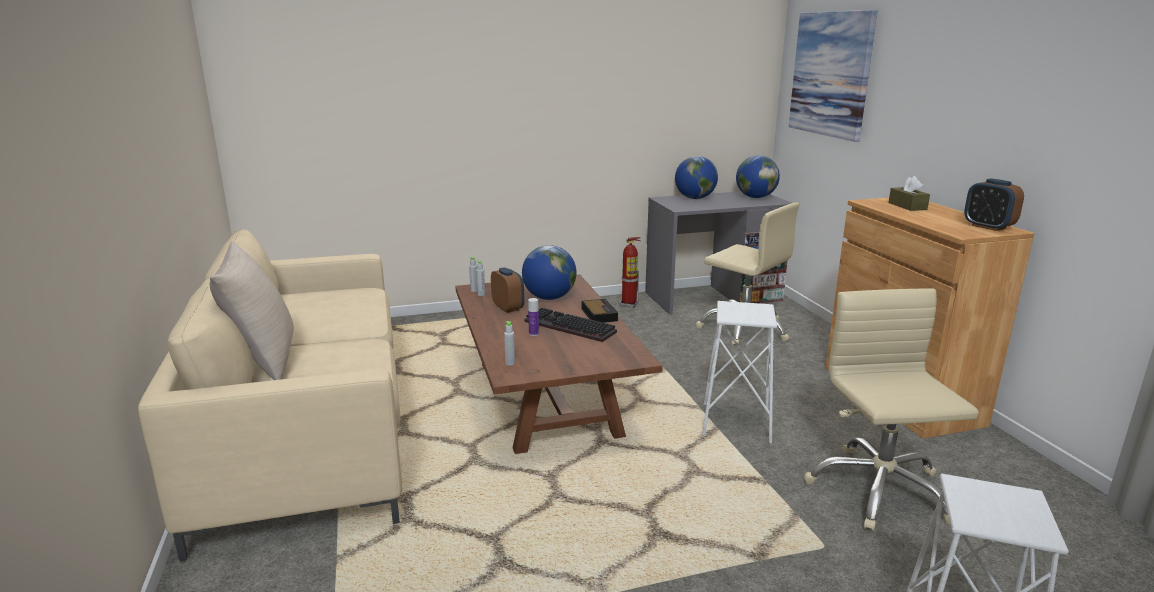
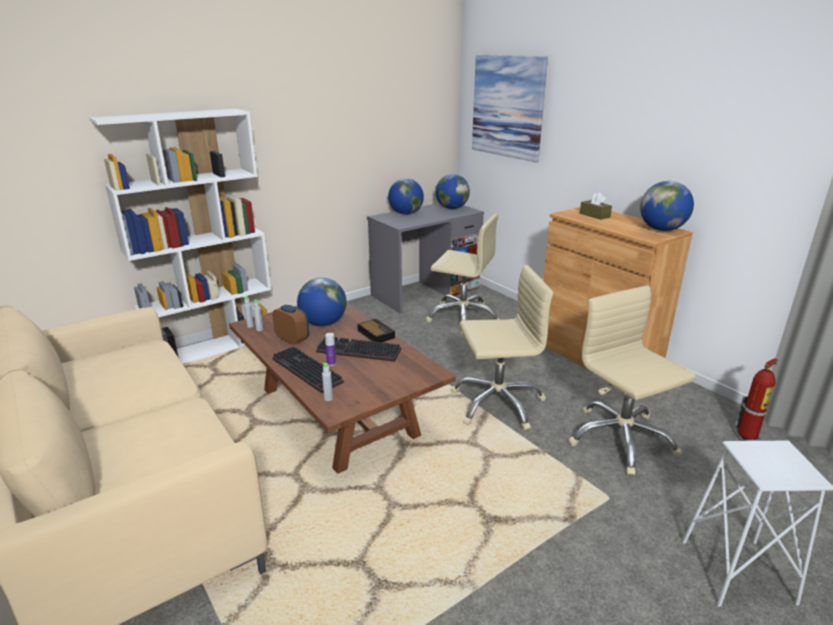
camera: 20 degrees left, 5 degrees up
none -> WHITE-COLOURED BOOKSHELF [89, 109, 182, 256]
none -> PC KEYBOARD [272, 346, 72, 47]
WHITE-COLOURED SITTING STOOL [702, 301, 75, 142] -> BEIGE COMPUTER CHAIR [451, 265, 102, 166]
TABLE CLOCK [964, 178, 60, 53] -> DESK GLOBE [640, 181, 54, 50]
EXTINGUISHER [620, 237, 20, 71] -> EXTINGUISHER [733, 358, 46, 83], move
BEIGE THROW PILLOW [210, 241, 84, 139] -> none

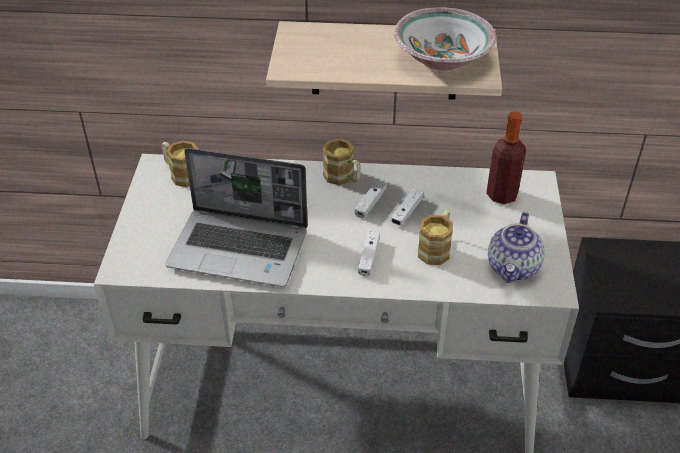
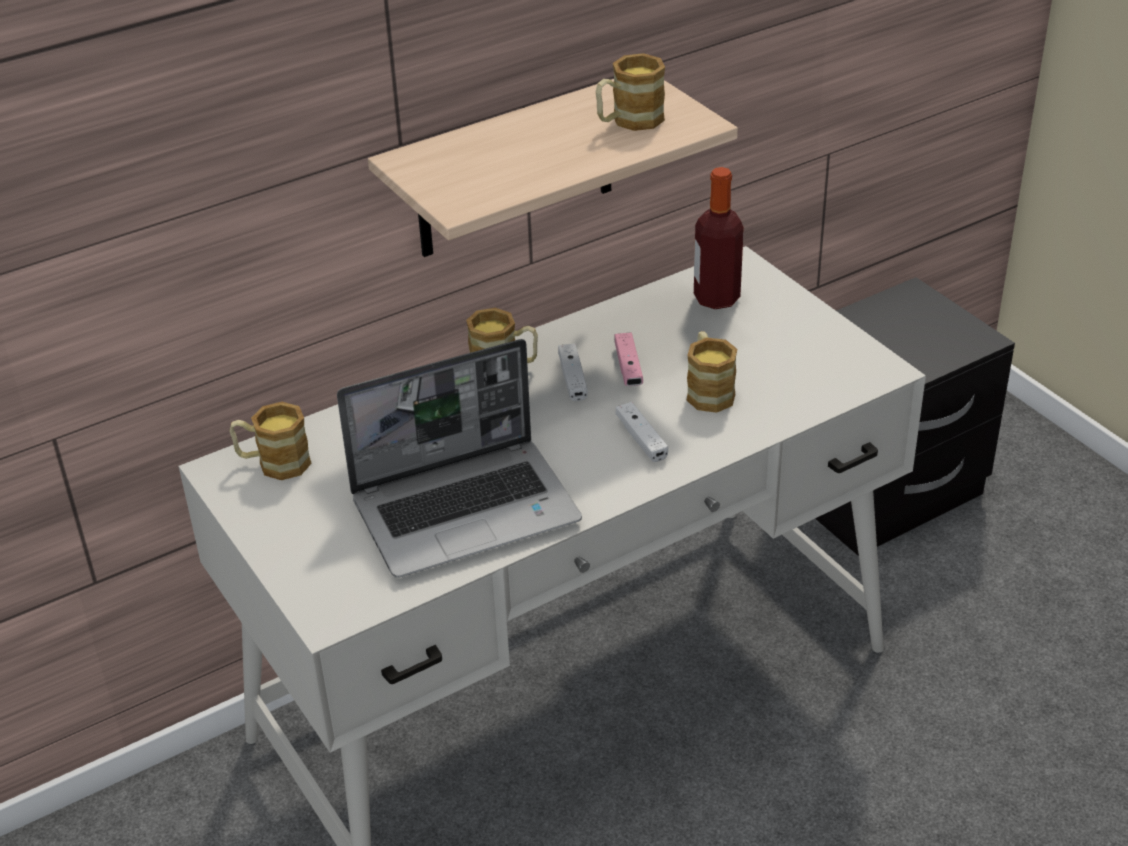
camera: 35 degrees left, 5 degrees down
SERVING BOWL [394, 7, 103, 63] -> MUG [595, 53, 70, 78]
WHITE-COLOURED GAME CONTROLLER [391, 189, 33, 37] -> PINK-COLOURED GAME CONTROLLER [614, 333, 29, 53]
POT FOR TEA [488, 212, 57, 71] -> none

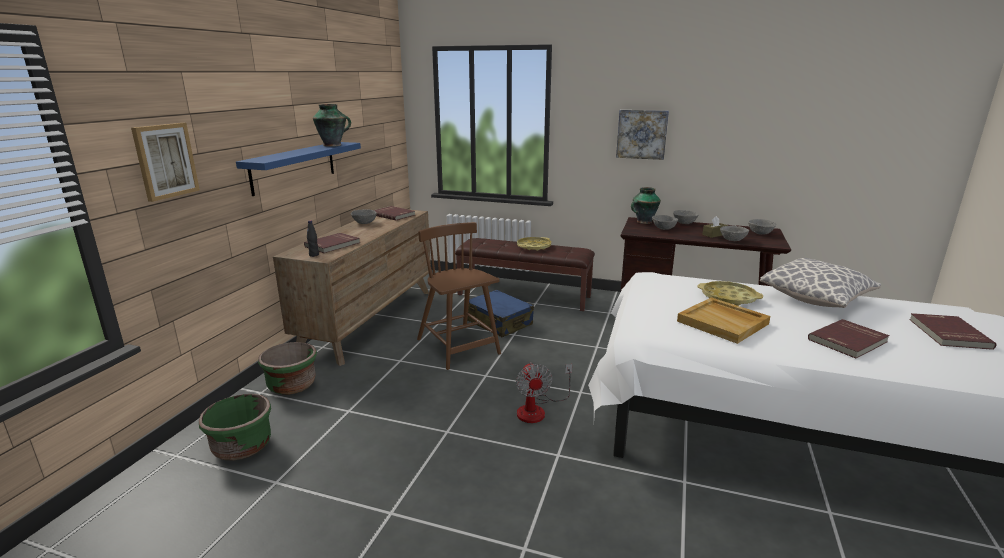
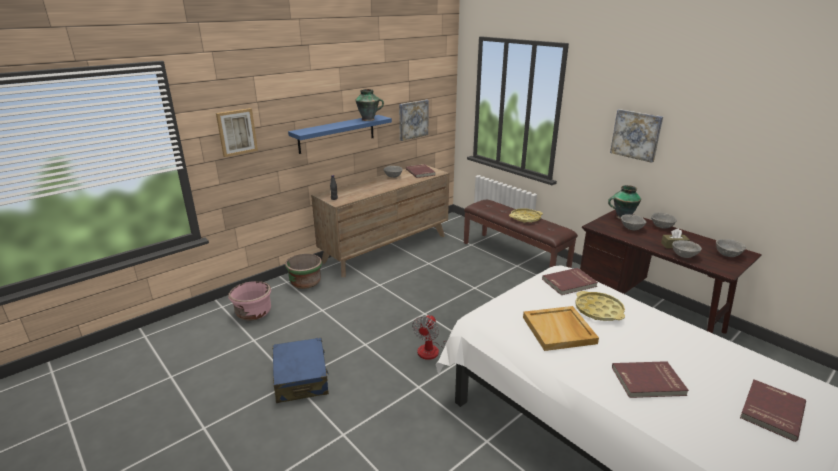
camera: 30 degrees right, 5 degrees up
GREEN PLANT POT [199, 394, 72, 66] -> PINK-COLOURED PLANT POT [228, 281, 43, 39]
BLUE TRAVEL CASE [467, 290, 67, 47] -> BLUE TRAVEL CASE [272, 337, 57, 66], move
none -> WALL PICTURE [399, 100, 30, 41]
REDDISH BOOK [304, 233, 56, 20] -> REDDISH BOOK [542, 268, 56, 27], move
BROWN PLAIN CHAIR [417, 222, 84, 148] -> none
THROW PILLOW [760, 258, 121, 50] -> none

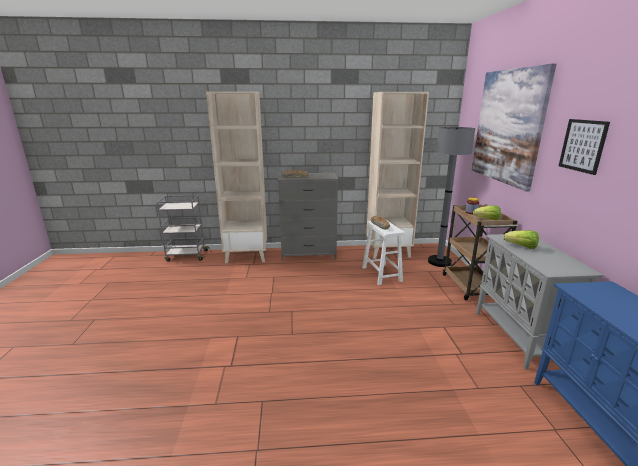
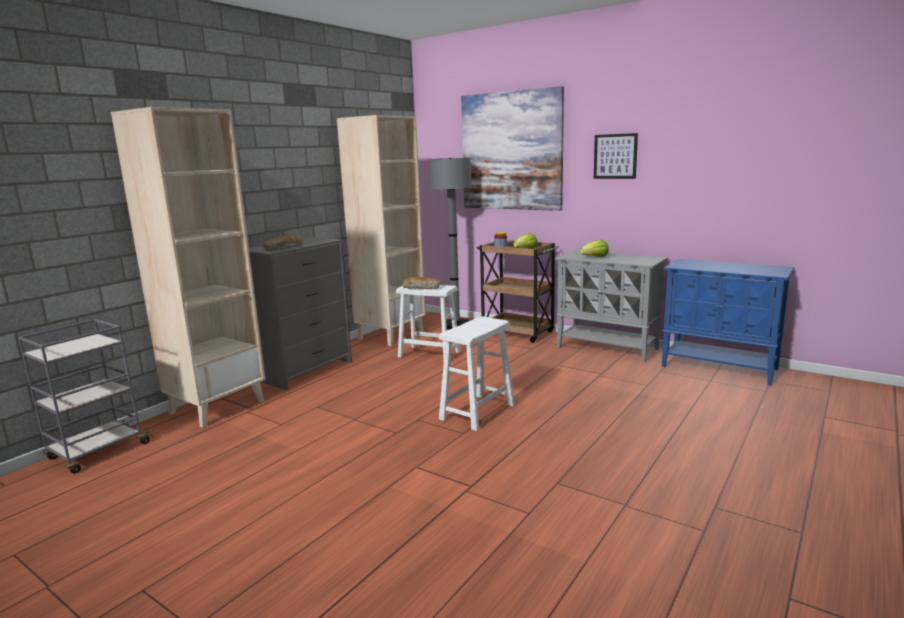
camera: 50 degrees left, 5 degrees down
none -> WHITE-COLOURED SITTING STOOL [439, 316, 76, 115]

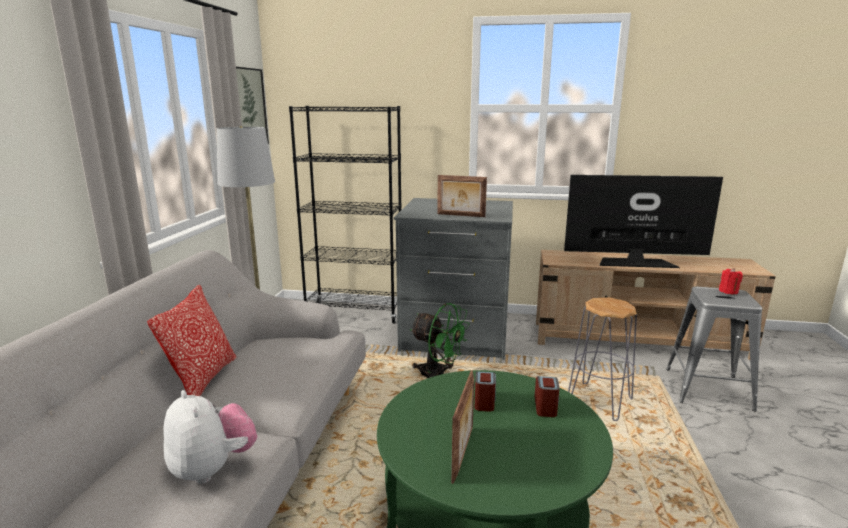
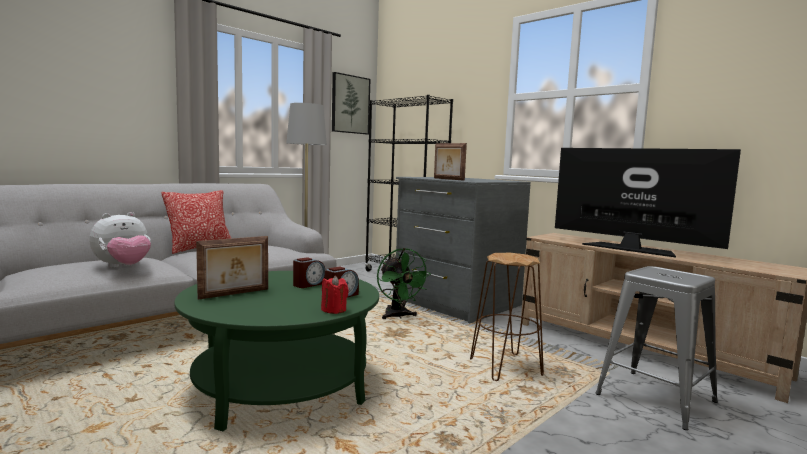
camera: 35 degrees right, 10 degrees down
SOFT TOY [163, 390, 94, 94] -> SOFT TOY [89, 212, 62, 56], 45 degrees clockwise
REDDISH CANDLE [719, 268, 24, 27] -> REDDISH CANDLE [321, 276, 28, 38], move
GREYISH SITTING STOOL [568, 297, 69, 124] -> BROWN SITTING STOOL [470, 253, 74, 128]

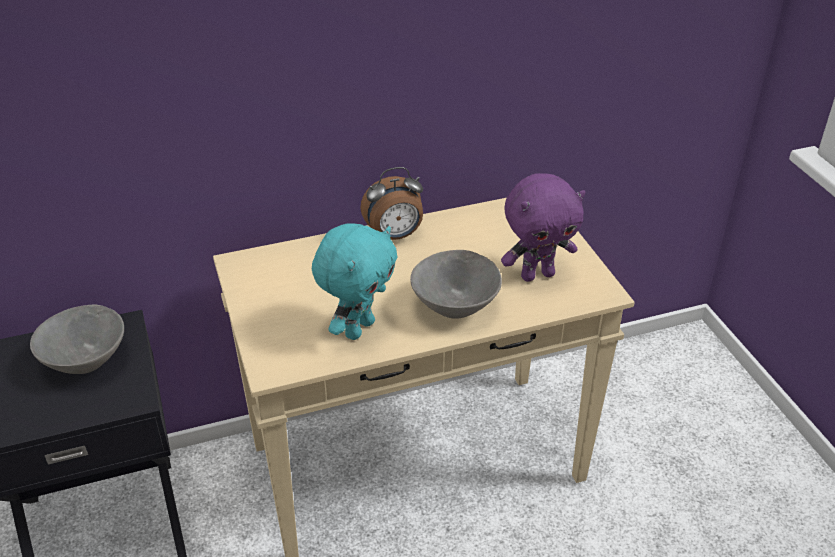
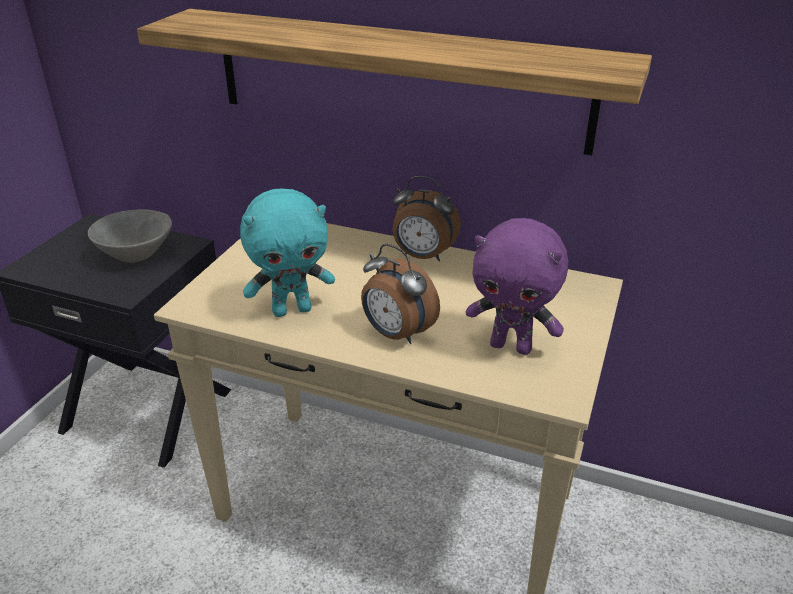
camera: 40 degrees right, 5 degrees down
none -> SHELF [137, 9, 515, 146]
GREYISH SERVING BOWL [410, 250, 92, 69] -> TABLE CLOCK [361, 244, 79, 100]

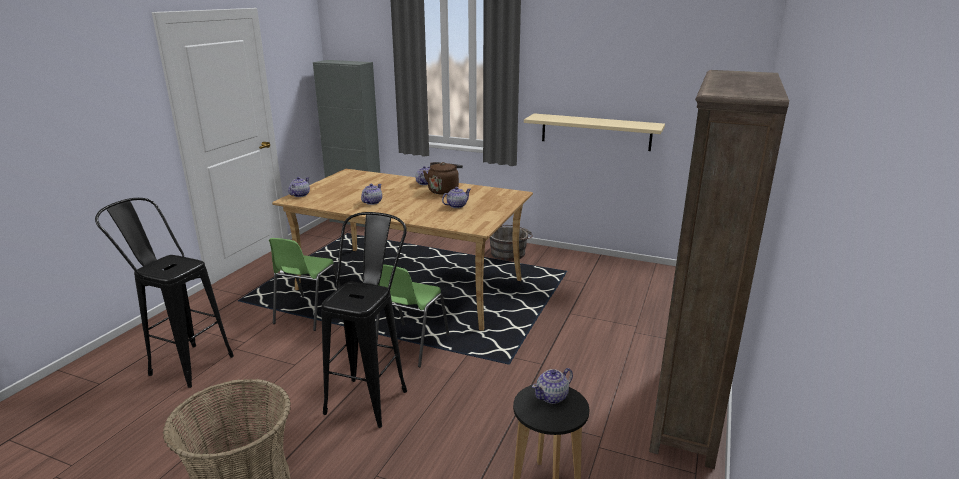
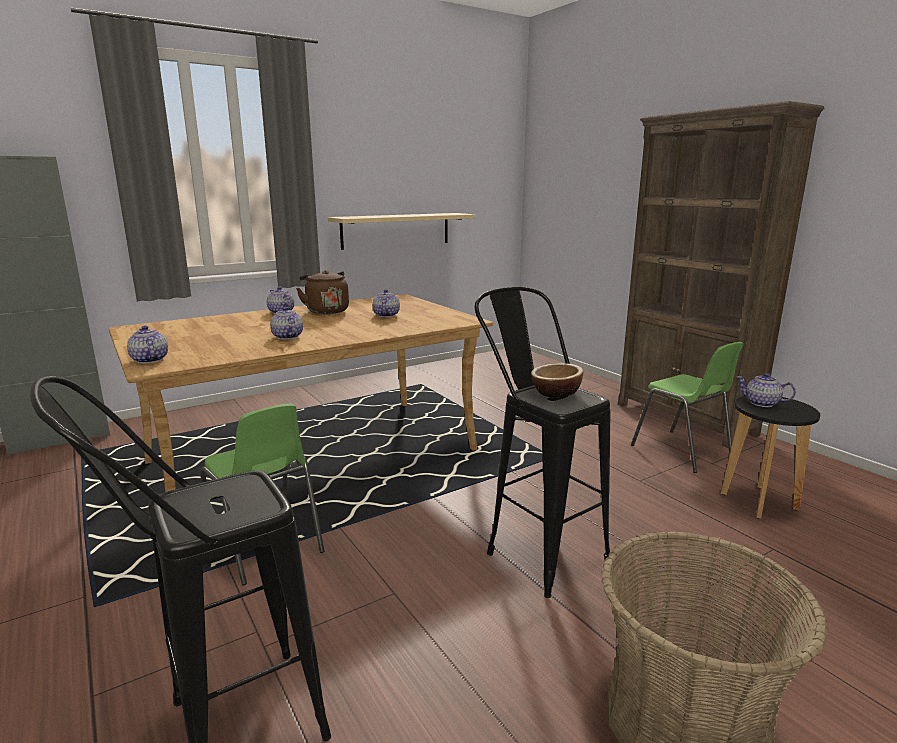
camera: 55 degrees left, 5 degrees down
none -> SERVING BOWL [531, 363, 52, 34]
GREEN PLAIN CHAIR [376, 264, 74, 103] -> GREEN PLAIN CHAIR [631, 342, 113, 131], move
POT FOR TEA [532, 368, 41, 36] -> POT FOR TEA [737, 373, 59, 34], 120 degrees clockwise
GREYISH WATER BUCKET [489, 225, 44, 36] -> none

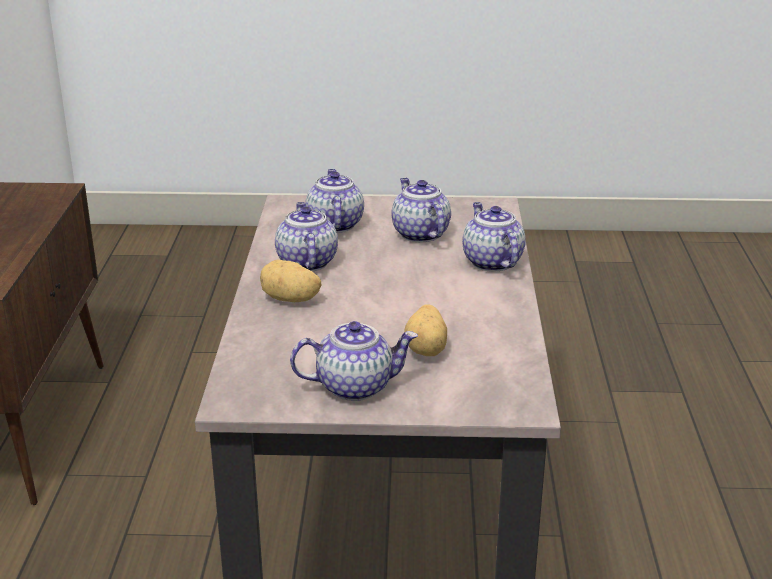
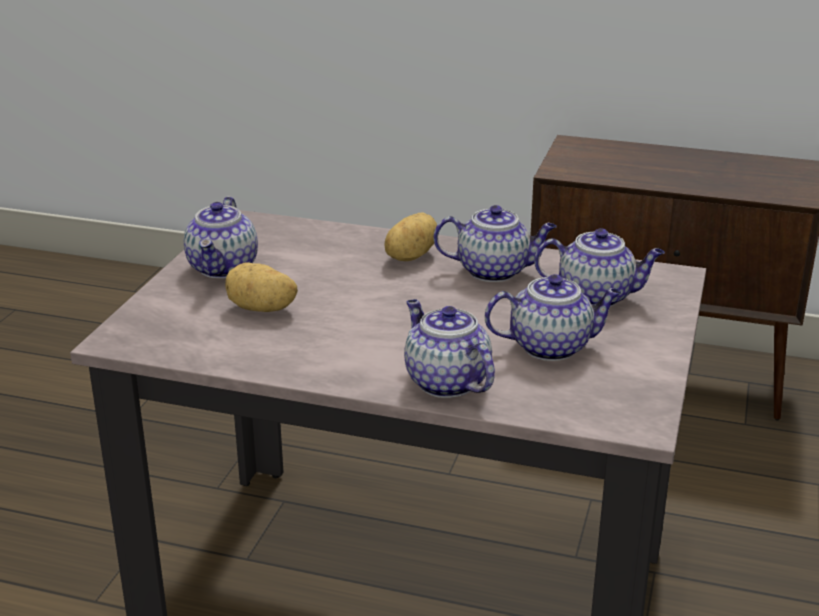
camera: 105 degrees right, 0 degrees up
POT FOR TEA [462, 202, 64, 69] -> POT FOR TEA [404, 299, 91, 99], 120 degrees counterclockwise

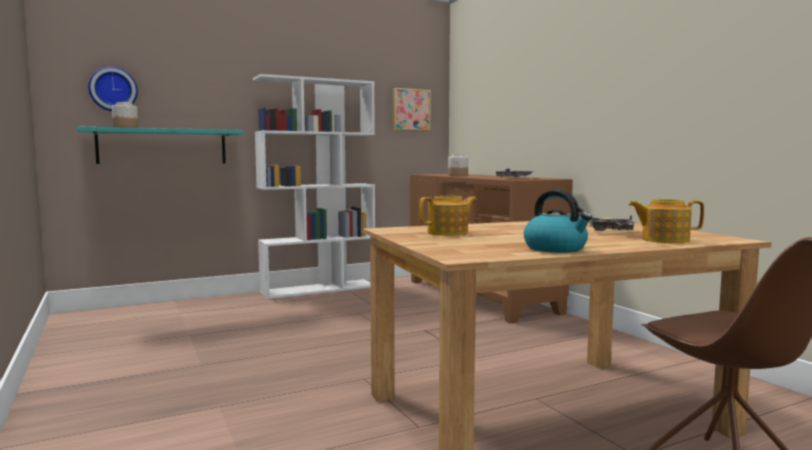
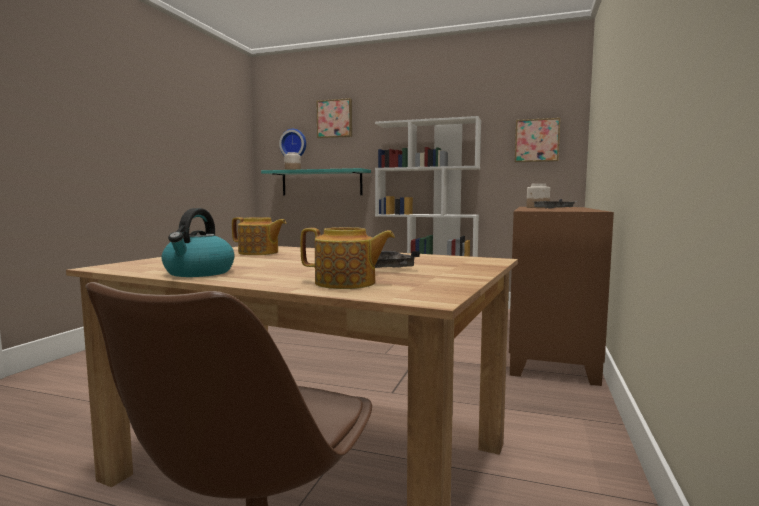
camera: 45 degrees right, 0 degrees up
POT FOR TEA [628, 199, 76, 44] -> POT FOR TEA [300, 227, 95, 62], 135 degrees clockwise
none -> WALL PICTURE [316, 98, 36, 40]

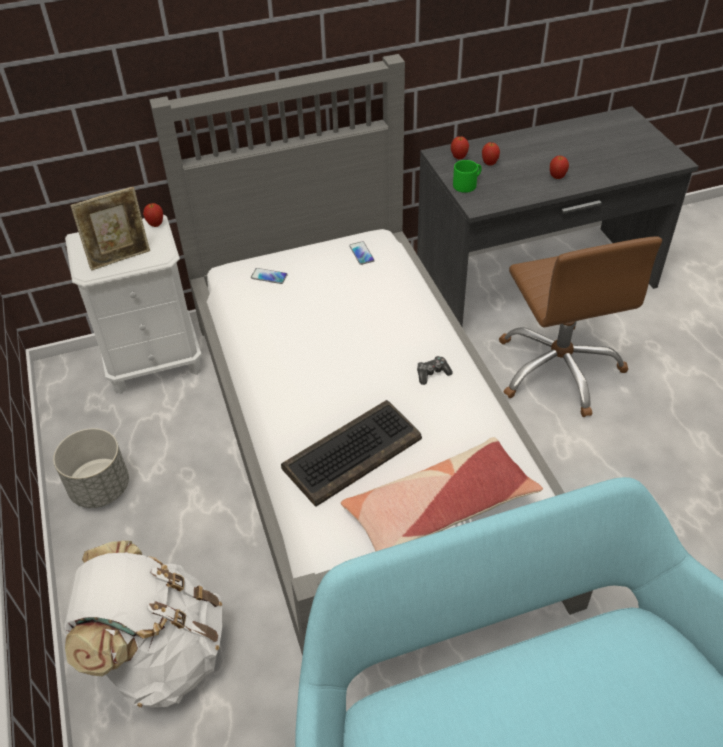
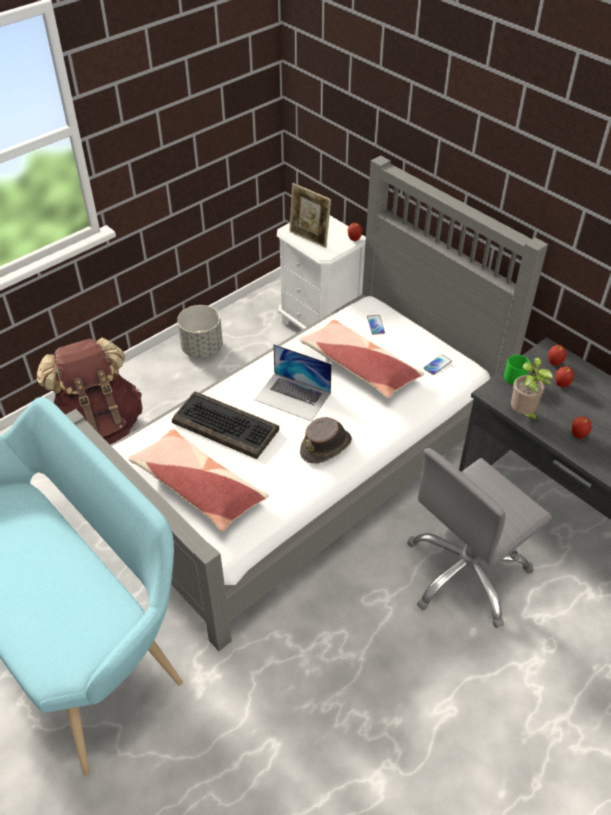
camera: 65 degrees right, 0 degrees up
WHITE-COLOURED RUCKSACK [64, 541, 158, 167] -> BROWN RUCKSACK [37, 338, 106, 106]
none -> LAPTOP [254, 344, 78, 77]
none -> THROW PILLOW [299, 320, 125, 78]
GAME CONTROLLER [417, 356, 36, 29] -> BROWN HAT [300, 417, 52, 47]
BROWN COMPUTER CHAIR [499, 236, 163, 181] -> GREYISH COMPUTER CHAIR [407, 448, 145, 180]
none -> HOUSEPLANT [511, 357, 42, 67]

